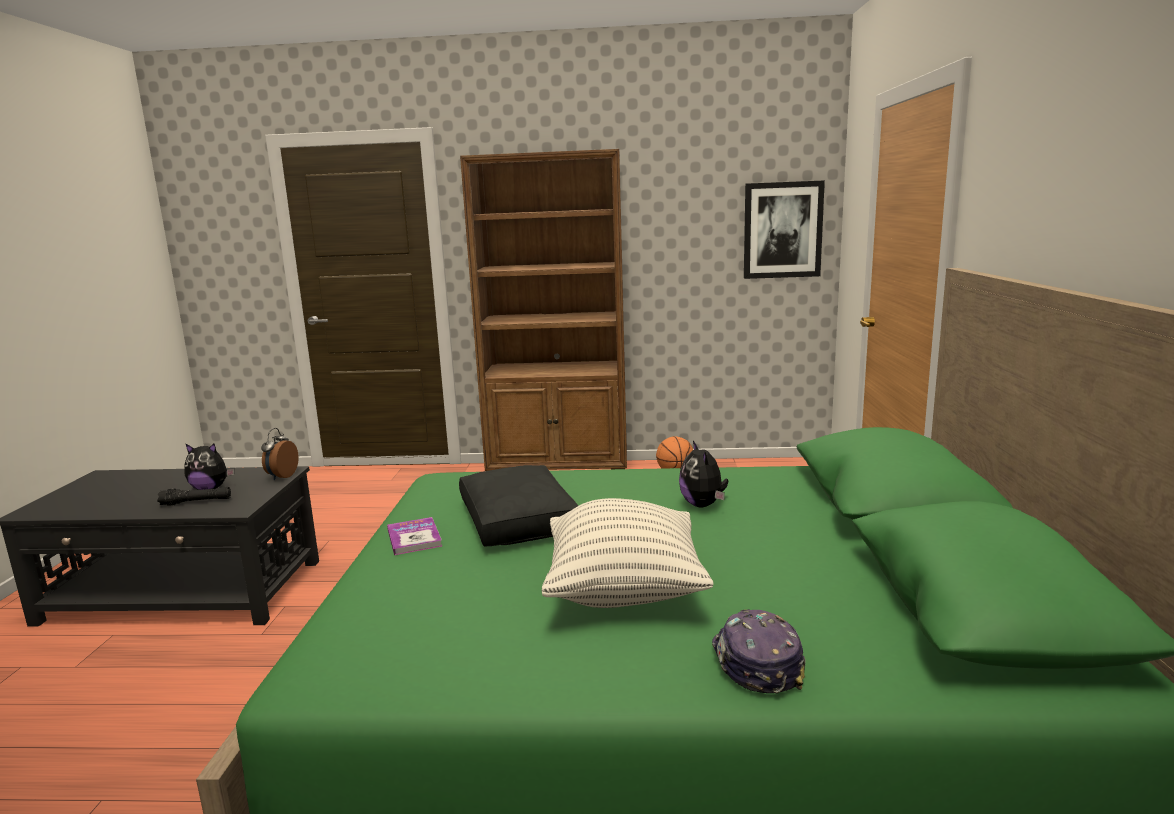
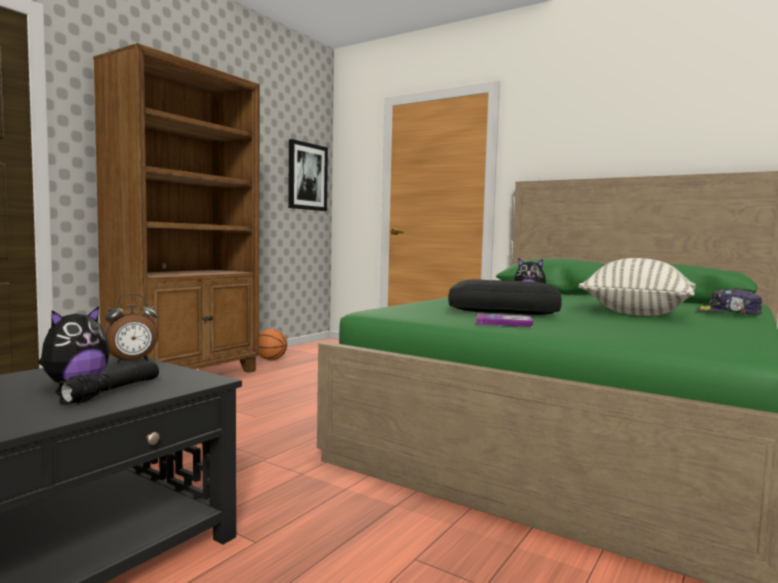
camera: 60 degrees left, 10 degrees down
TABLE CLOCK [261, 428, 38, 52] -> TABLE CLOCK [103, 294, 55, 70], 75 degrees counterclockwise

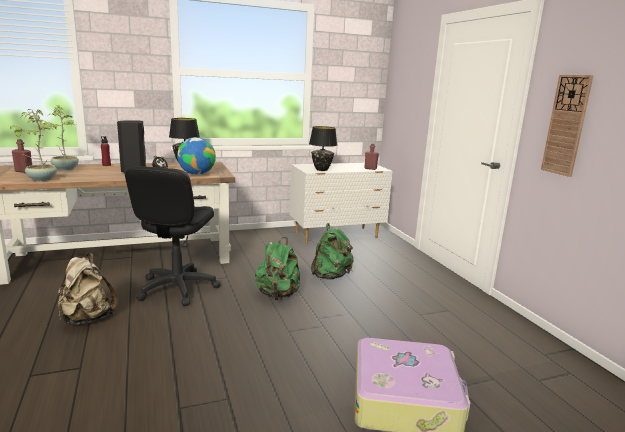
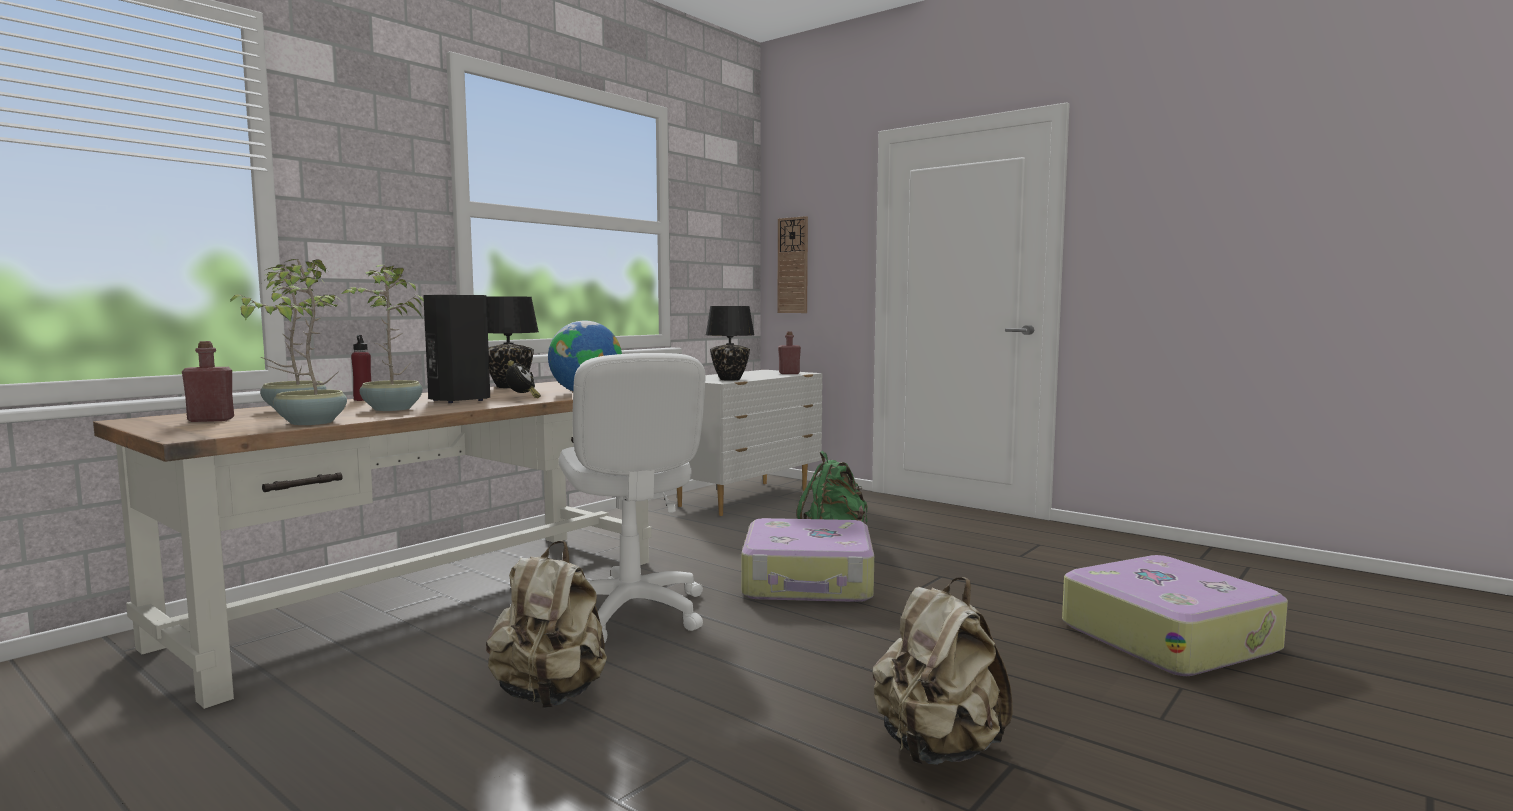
camera: 30 degrees left, 10 degrees down
none -> HOUSEPLANT [342, 265, 82, 146]
BLACKISH COMPUTER CHAIR [125, 166, 95, 140] -> WHITE-COLOURED COMPUTER CHAIR [558, 353, 148, 291]
GREEN RUCKSACK [255, 237, 45, 63] -> TRAVEL CASE [741, 518, 133, 84]
HANGING CLOCK [541, 75, 53, 102] -> HANGING CLOCK [778, 216, 30, 97], move
none -> BEIGE RUCKSACK [873, 577, 140, 188]

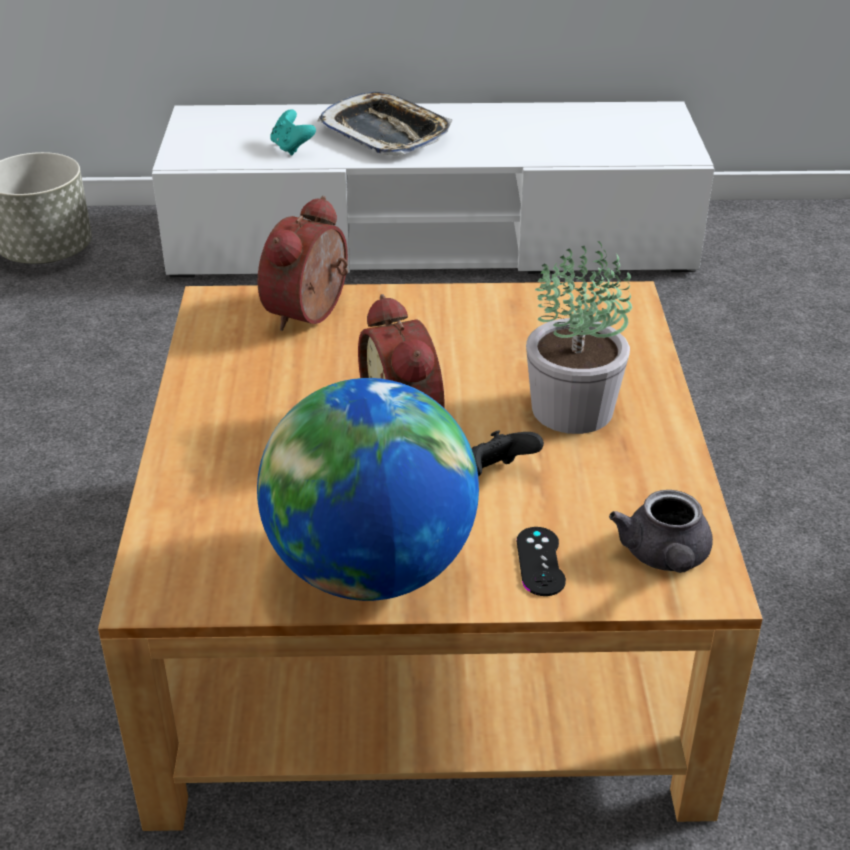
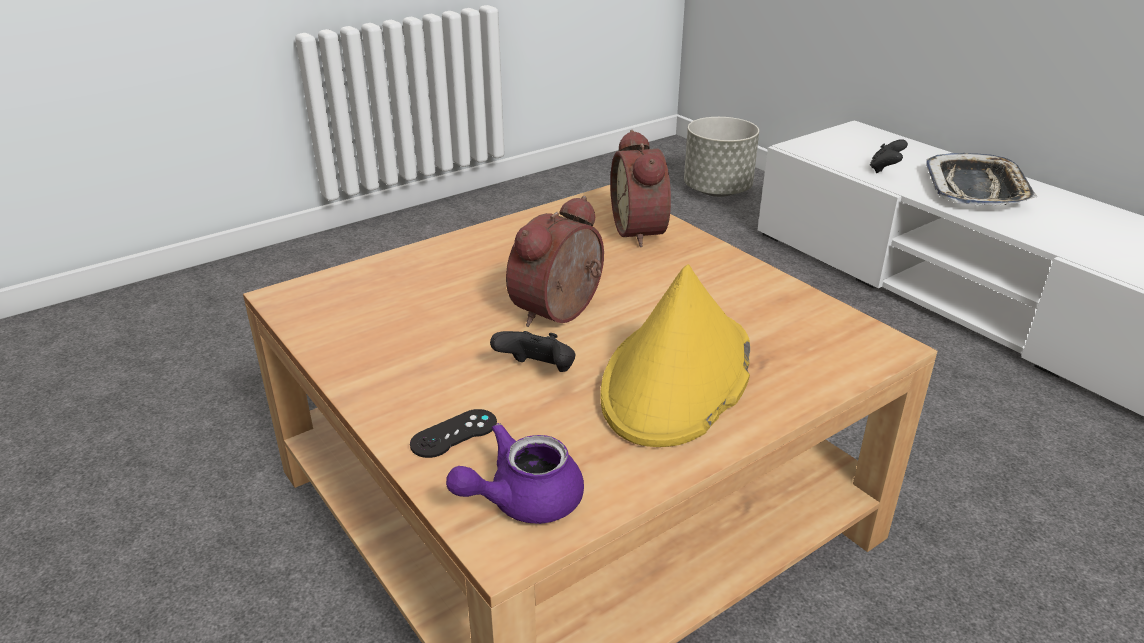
camera: 55 degrees right, 5 degrees down
GREYISH POT FOR TEA [609, 490, 104, 83] -> PURPLE POT FOR TEA [446, 423, 138, 101]
HOUSEPLANT [526, 241, 107, 193] -> YELLOW-COLOURED HAT [600, 264, 150, 183]
TABLE CLOCK [258, 196, 90, 135] -> TABLE CLOCK [610, 130, 61, 117], 90 degrees counterclockwise
BLUE-GREEN GAME CONTROLLER [270, 109, 46, 46] -> BLACKISH GAME CONTROLLER [870, 139, 38, 34]
DESK GLOBE [257, 378, 222, 223] -> none

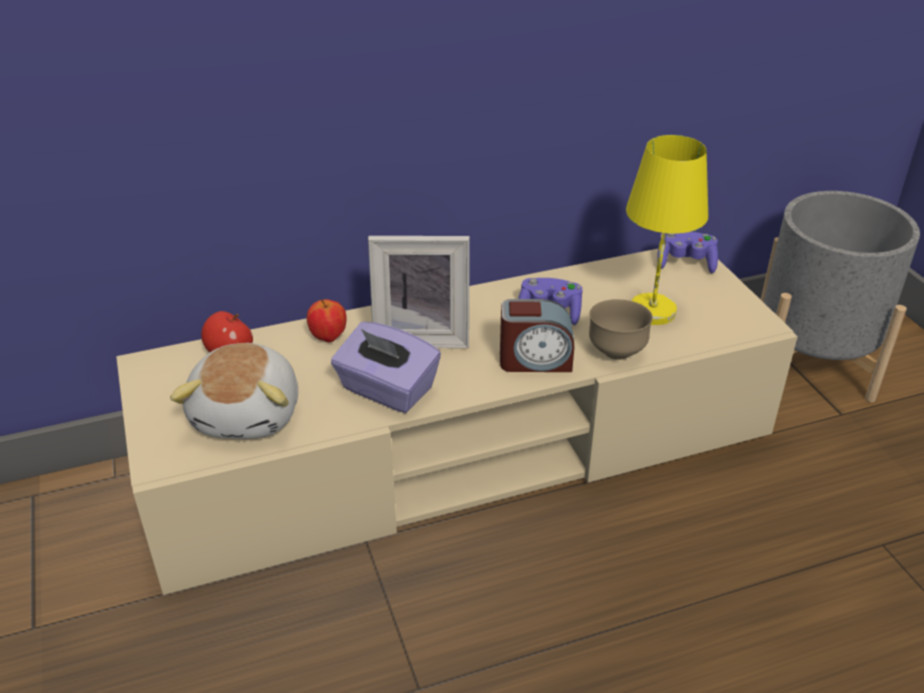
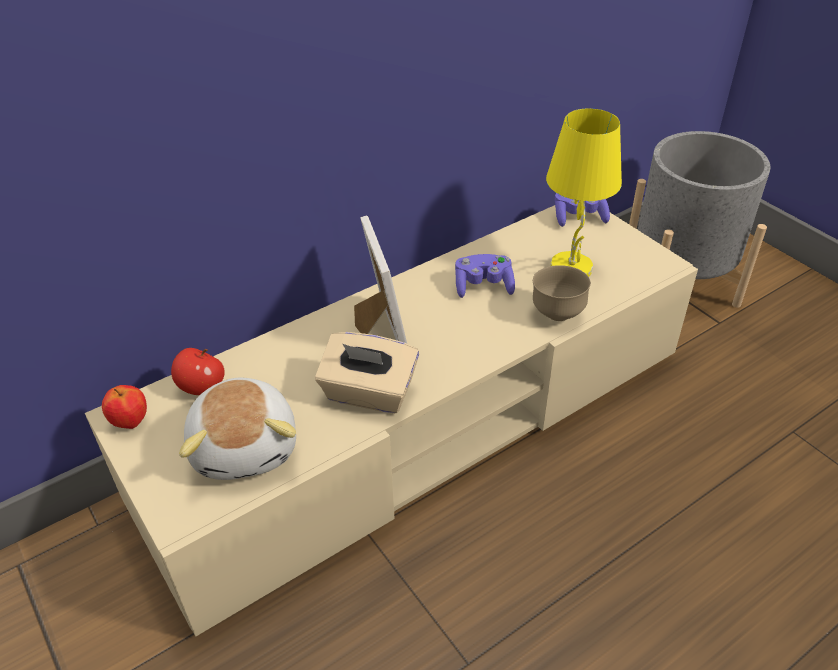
camera: 15 degrees left, 5 degrees up
WHOLE APPLE [307, 299, 39, 43] -> WHOLE APPLE [102, 385, 45, 44], move
PURPLE BOX OF TISSUES [331, 322, 110, 91] -> BEIGE BOX OF TISSUES [315, 332, 104, 82]
PHOTO FRAME [368, 236, 102, 112] -> PHOTO FRAME [354, 216, 53, 128], 90 degrees counterclockwise
TABLE CLOCK [500, 299, 74, 73] -> none

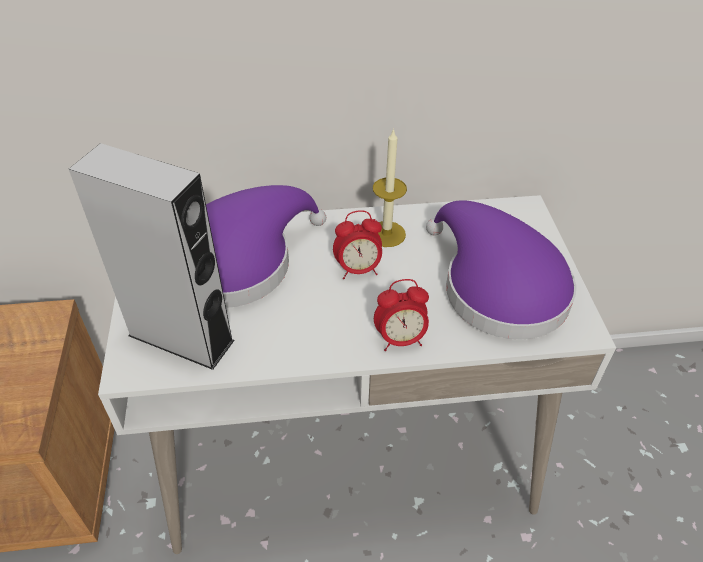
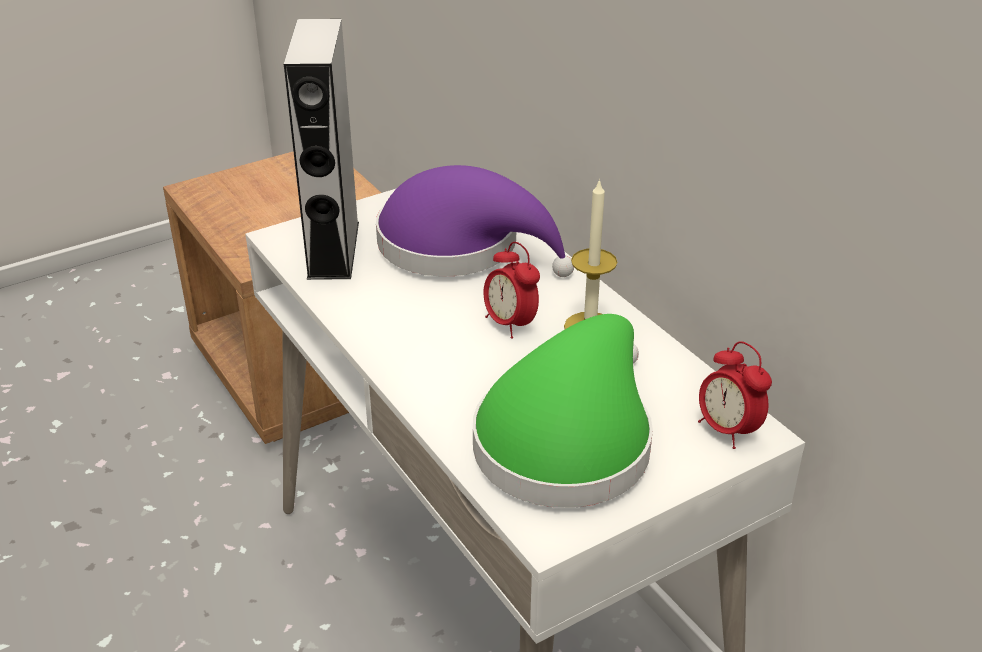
camera: 65 degrees right, 10 degrees down
PURPLE HAT [426, 200, 150, 140] -> GREEN HAT [473, 314, 180, 194]
TABLE CLOCK [374, 279, 55, 72] -> TABLE CLOCK [698, 341, 74, 108], move

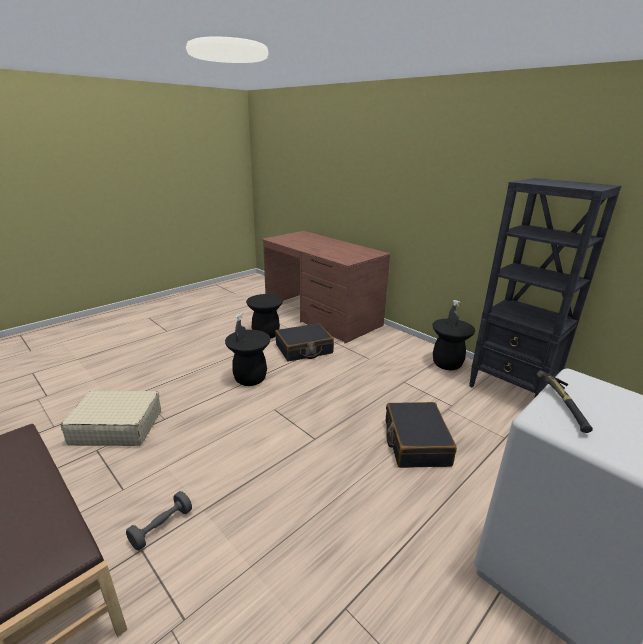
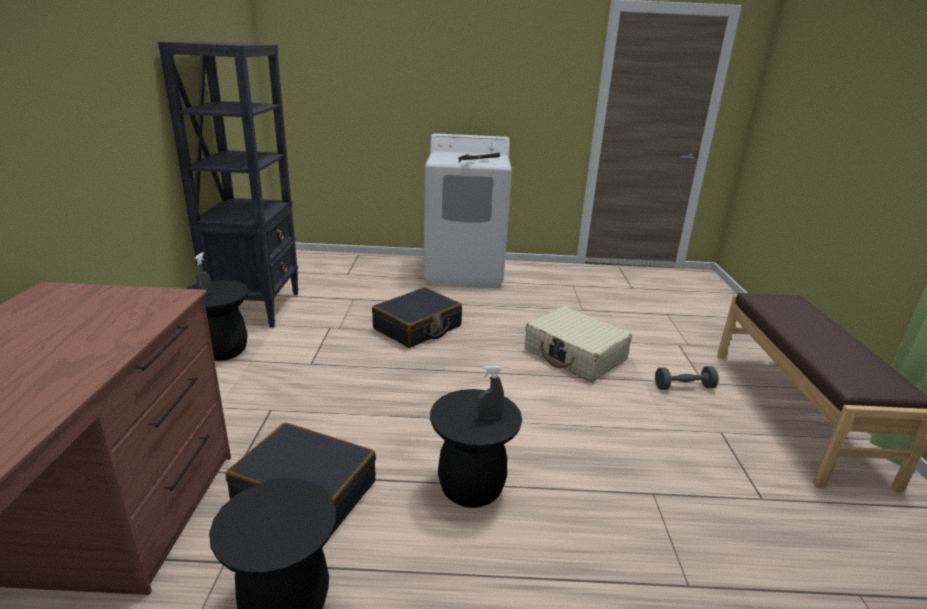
camera: 135 degrees left, 0 degrees up
BEIGE TRAVEL CASE [61, 391, 100, 55] -> BEIGE TRAVEL CASE [525, 306, 107, 76], move

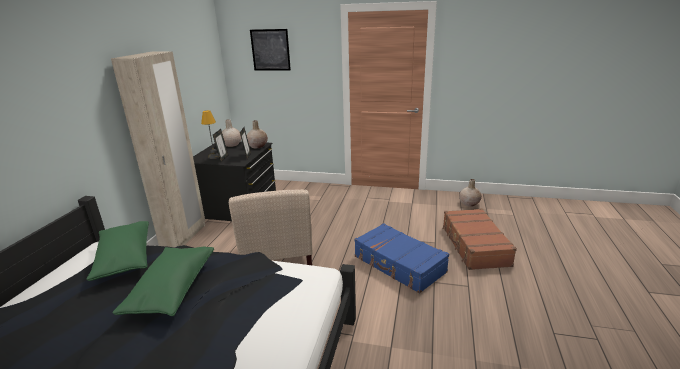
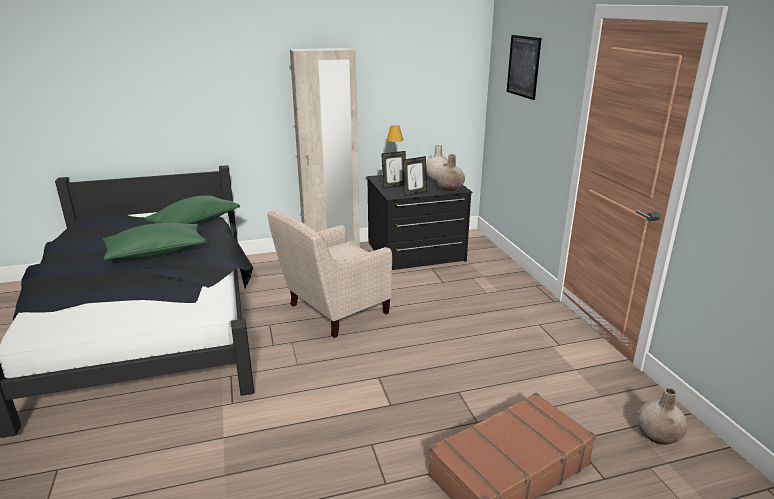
camera: 60 degrees right, 0 degrees up
BLUE TRAVEL CASE [354, 223, 95, 70] -> none

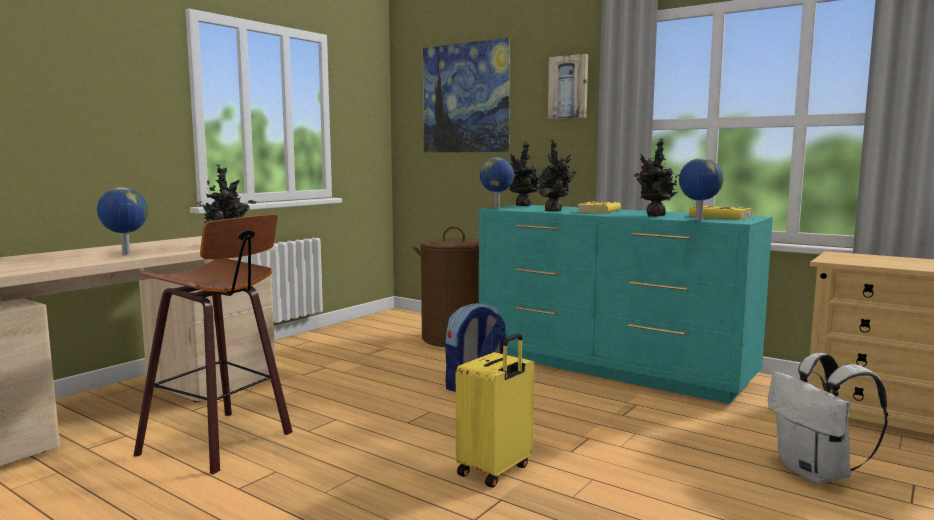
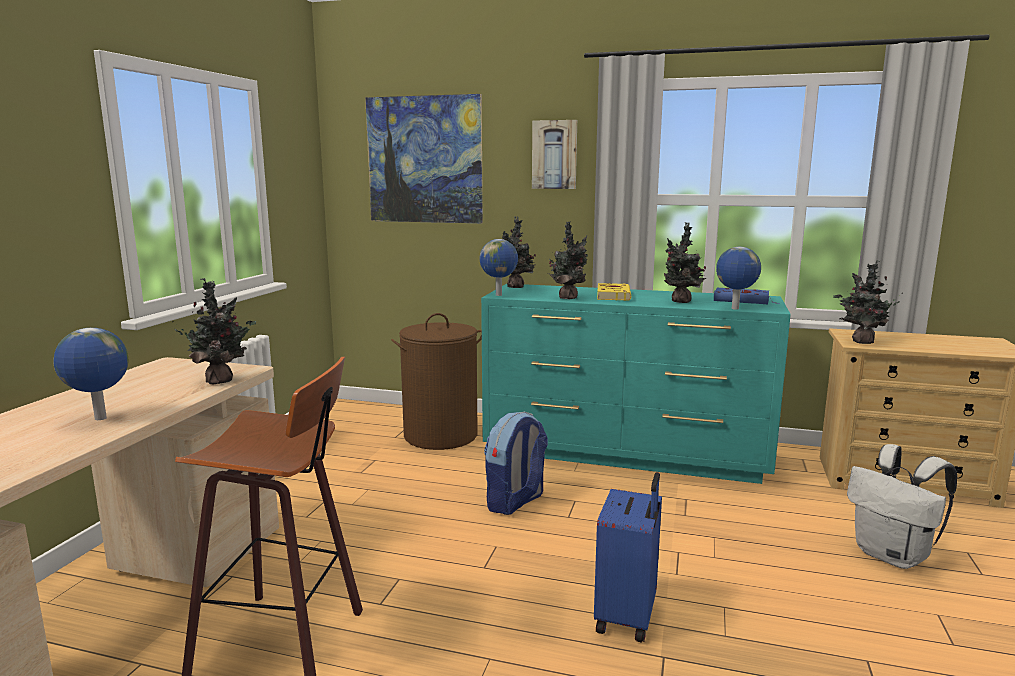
camera: 20 degrees left, 5 degrees up
YELLOW-COLOURED TRAVEL CASE [456, 333, 79, 155] -> BLUE TRAVEL CASE [594, 472, 68, 171]
YELLOW-COLOURED BOOK [689, 206, 64, 13] -> BLUE BOOK [713, 288, 66, 16]
none -> HOUSEPLANT [833, 260, 70, 84]

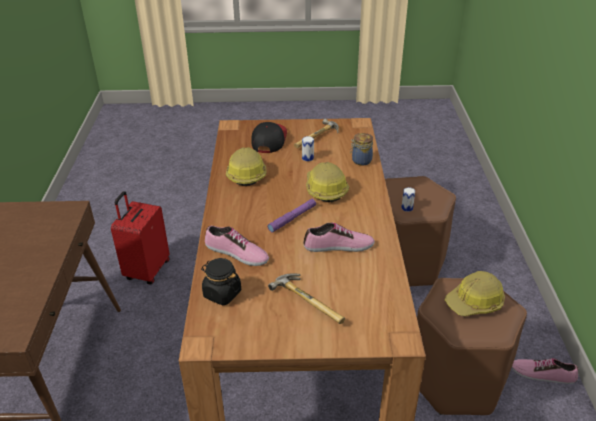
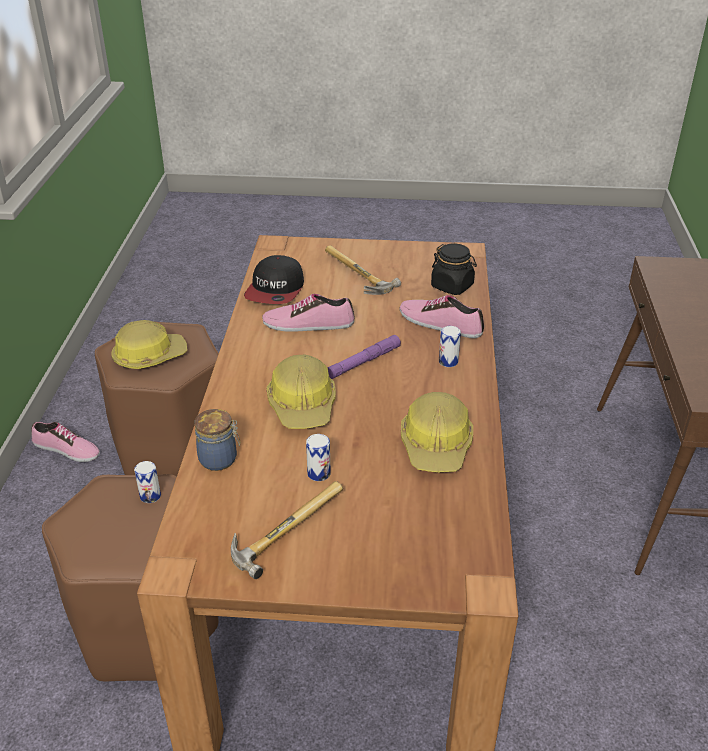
camera: 175 degrees left, 0 degrees up
BASEBALL CAP [251, 122, 36, 31] -> BASEBALL CAP [244, 255, 60, 49], move
none -> SEALED CAN [439, 326, 22, 41]
REDDISH TRAVEL CASE [111, 191, 58, 93] -> none

